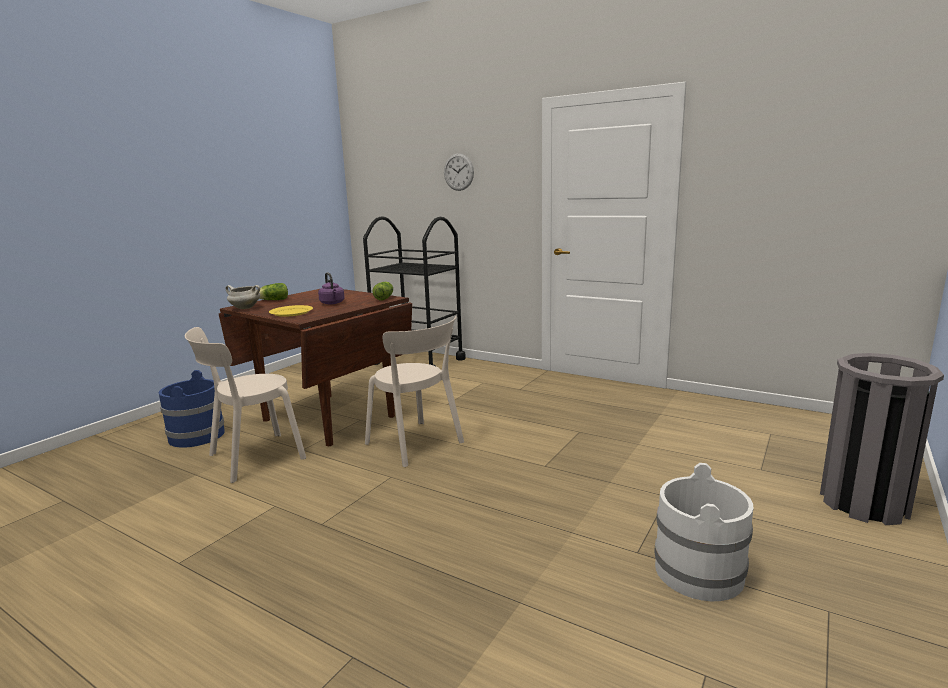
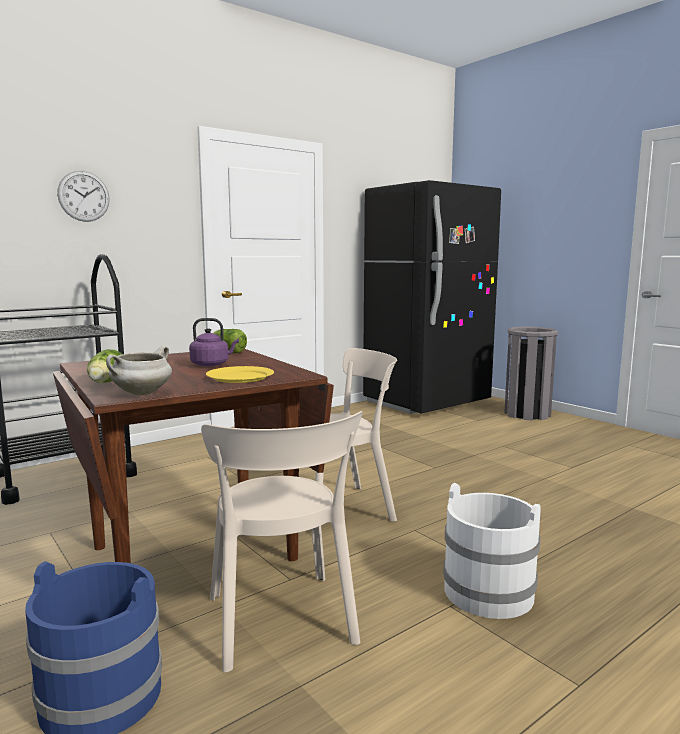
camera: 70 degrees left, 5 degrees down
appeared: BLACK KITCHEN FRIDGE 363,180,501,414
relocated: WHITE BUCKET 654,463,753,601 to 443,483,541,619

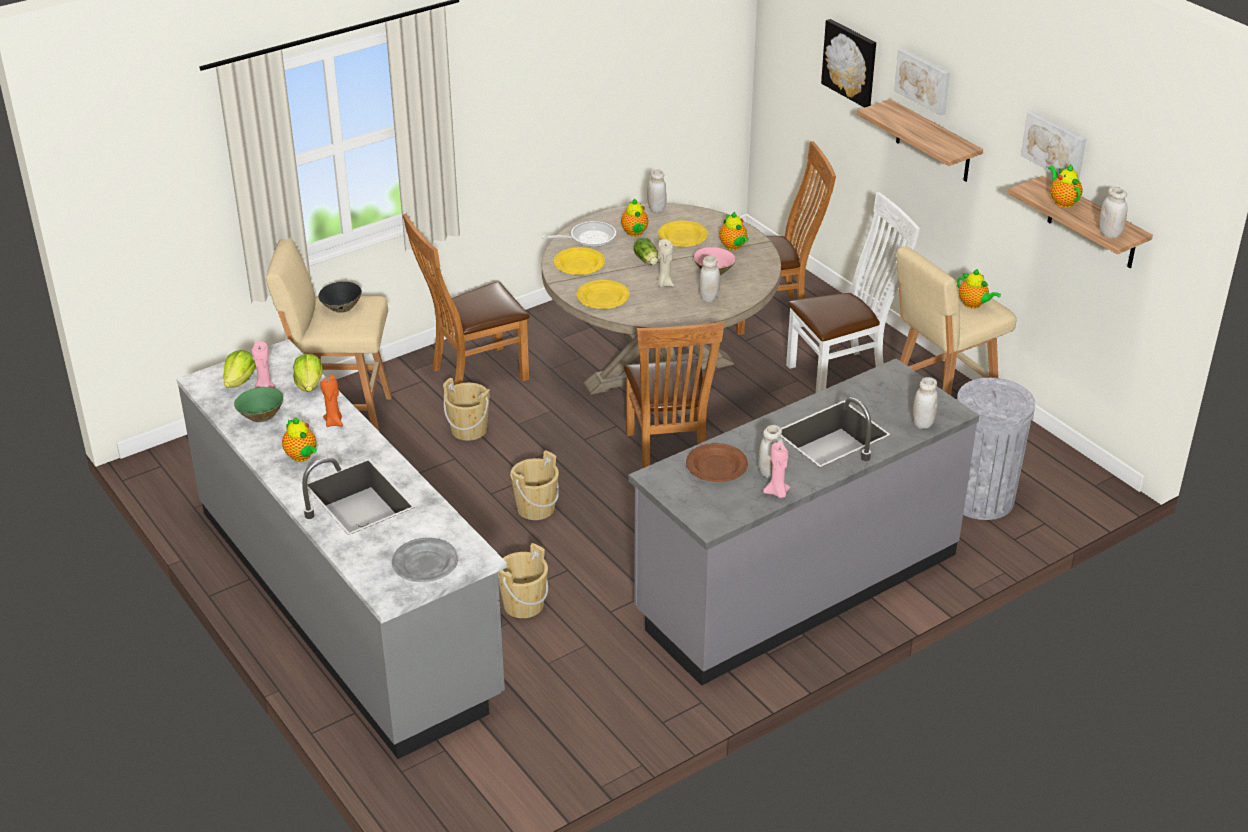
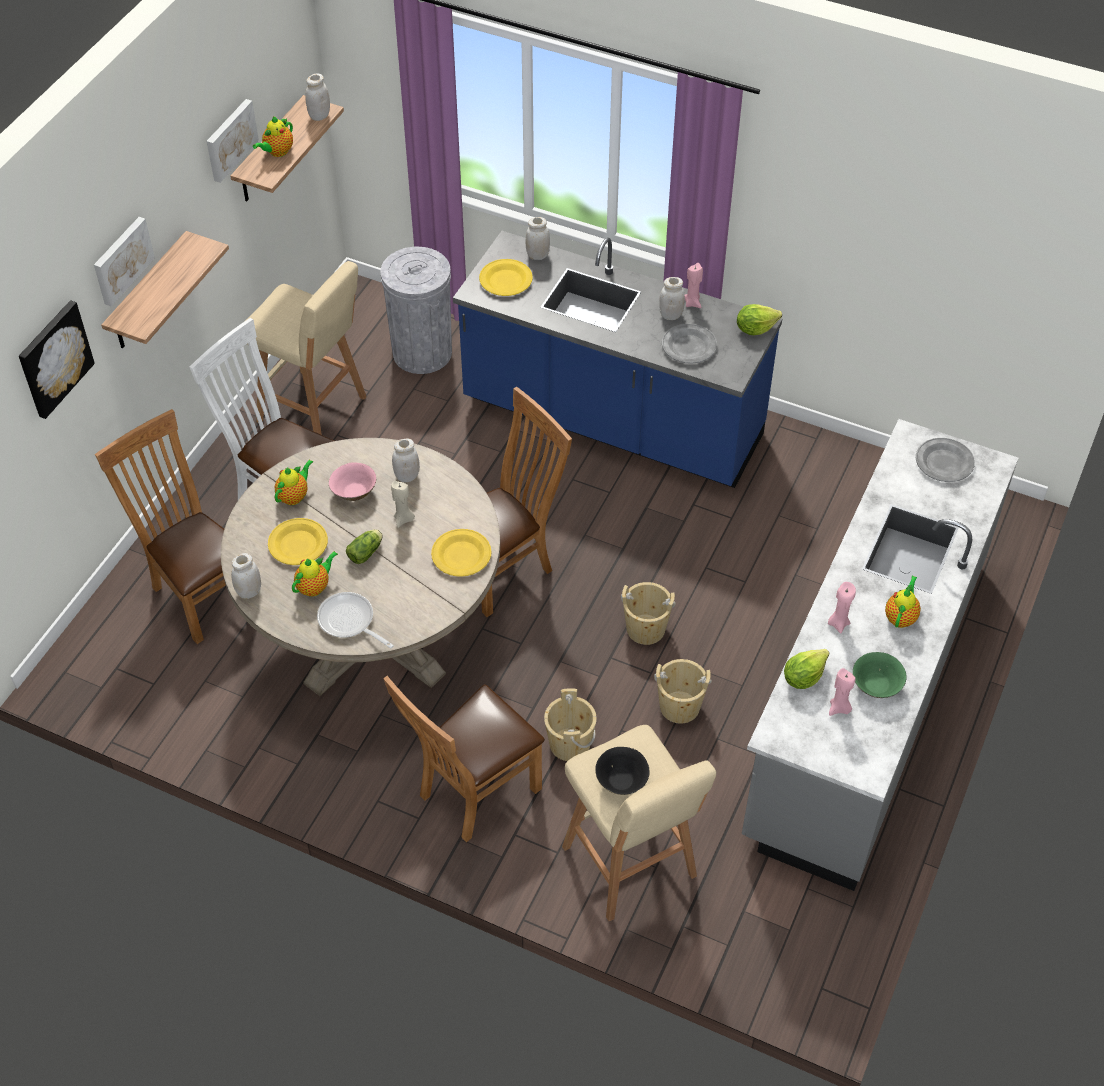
camera: 120 degrees left, 15 degrees up
missing: TEAPOT 957,269,1001,309
relocated: YELLOWISH FLAT DISH 554,247,605,275 to 479,259,533,296; LETTUCE HEAD 224,350,256,388 to 737,304,782,335; SAND-COLOURED BUCKET 498,543,548,618 to 654,659,712,724
colour: GRAY KITCHEN COUNTER 629,358,979,686 to BLUISH KITCHEN COUNTER 453,231,782,488; ORANGE-COLOURED CANDLE 320,375,343,427 to PINKISH CANDLE 828,582,856,633; BROWN-COLOURED FLAT DISH 686,443,748,482 to GRAY FLAT DISH 662,324,717,364
spun: BROWN-COLOURED CHAIR 403,214,530,385 = 383,676,545,842 105 degrees clockwise

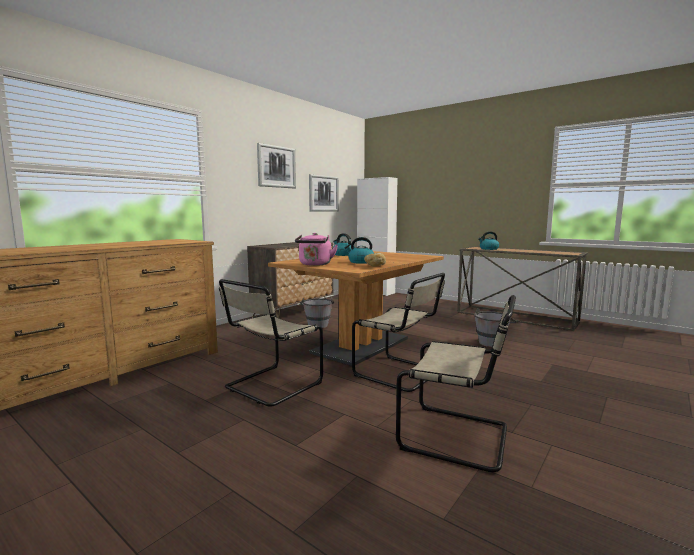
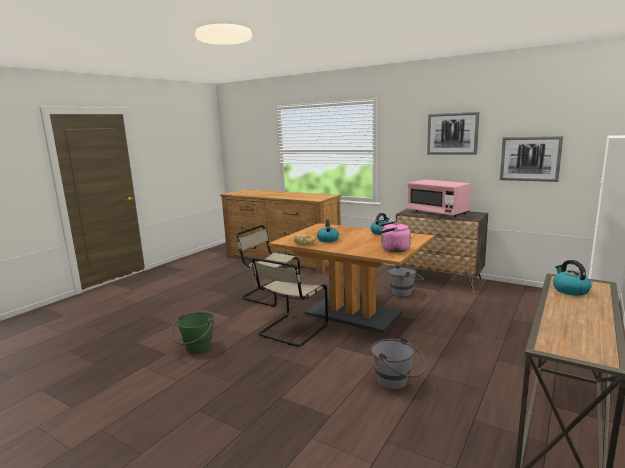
camera: 85 degrees right, 5 degrees up
appeared: PINKISH MICROWAVE OVEN 407,180,471,217
relocated: PINKISH KETTLE 295,233,338,266 to 379,221,411,252
exchanged: SAND-COLOURED CHAIR 396,295,516,472 to GREEN BUCKET 170,312,215,353

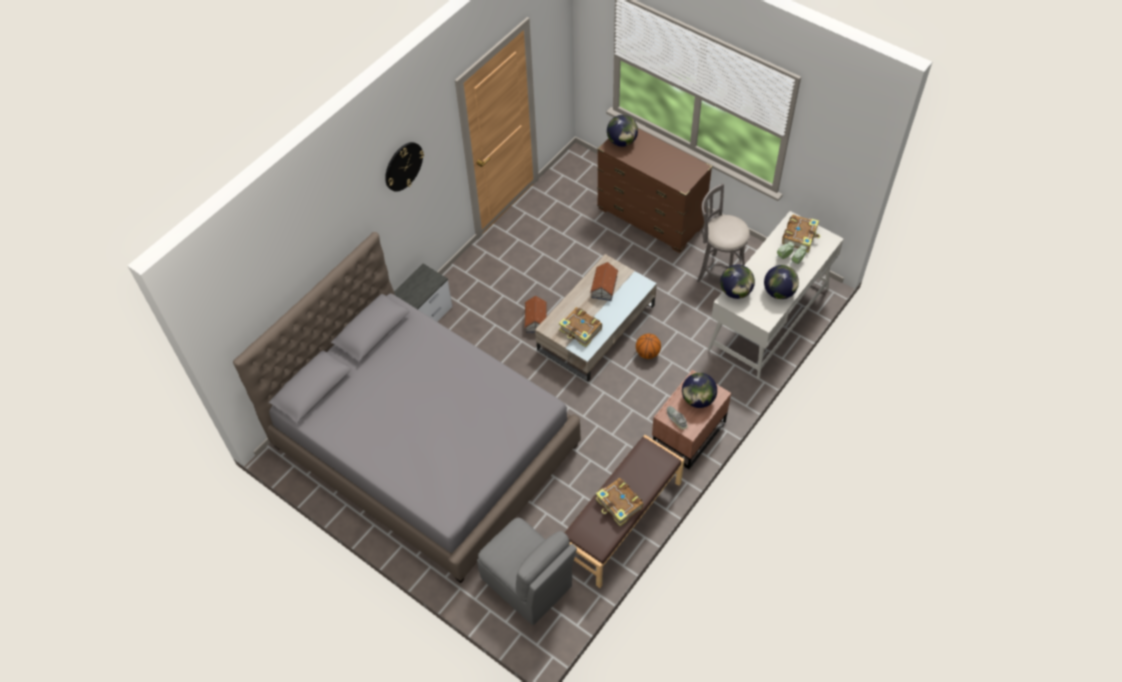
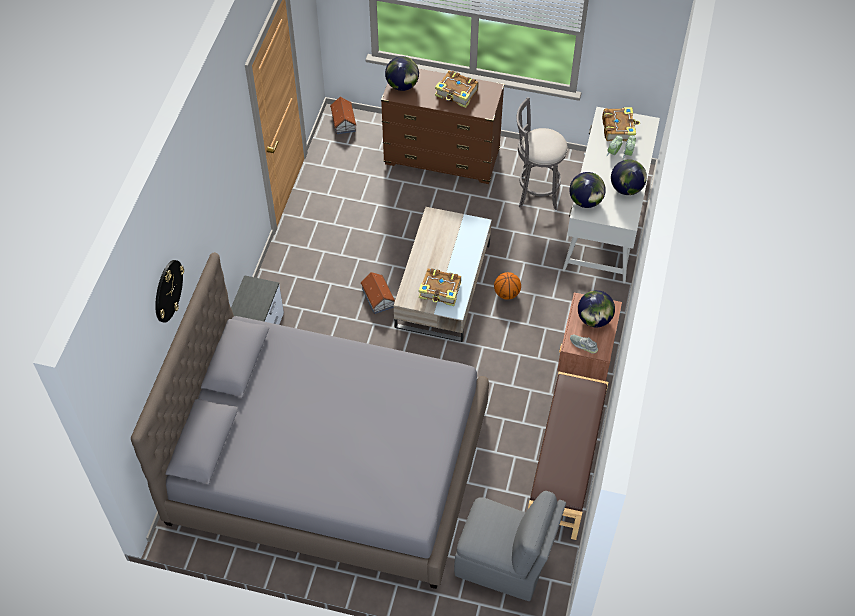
camera: 25 degrees left, 0 degrees up
relocated: CLOCK ON THE WALL 385,142,424,192 to 155,260,184,323; TOY HOUSE 590,262,618,301 to 330,97,357,134; BOOK 596,478,644,526 to 435,70,479,108

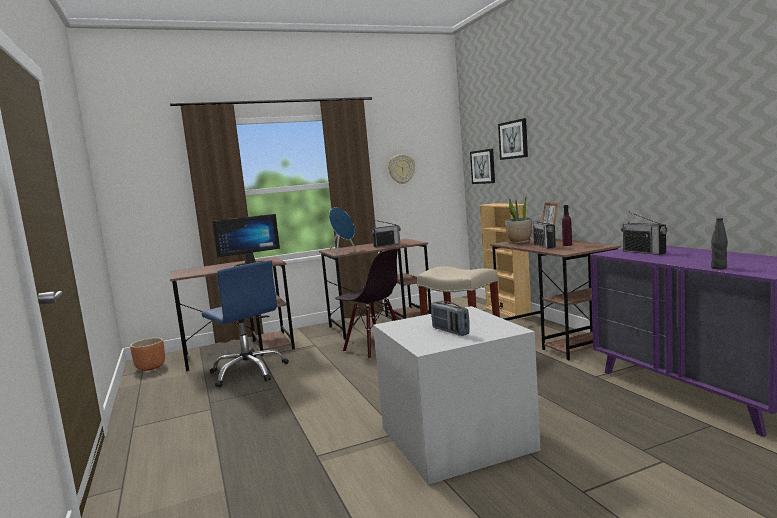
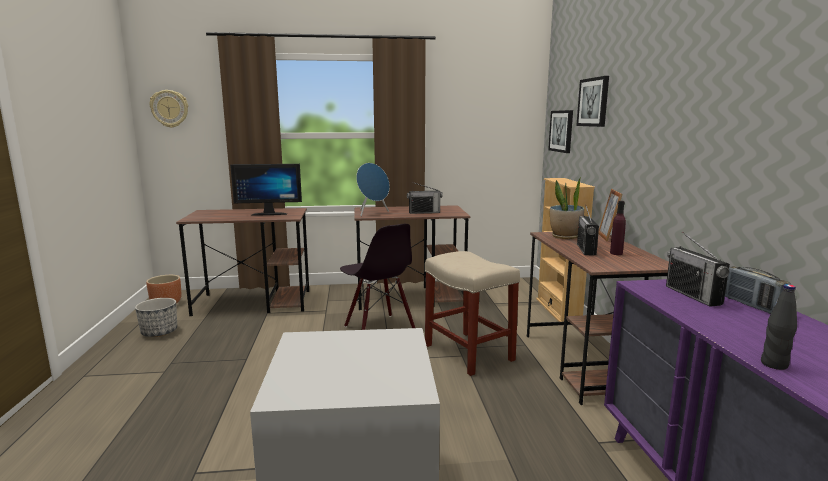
camera: 15 degrees right, 5 degrees up
missing: BLUISH COMPUTER CHAIR 202,260,289,387
appeared: PLANT POT 135,298,177,337
relocated: CLOCK ON THE WALL 388,154,415,184 to 150,90,188,128; RADIO 431,301,470,336 to 725,266,791,314

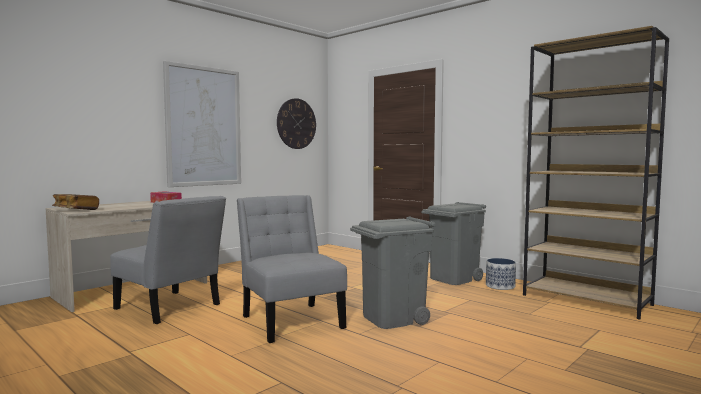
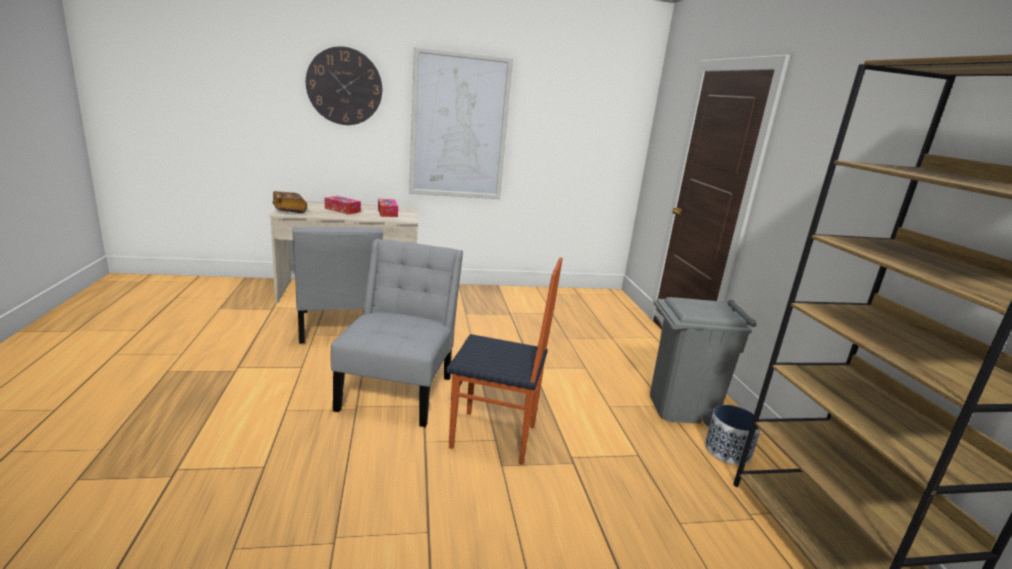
camera: 35 degrees right, 15 degrees up
appeared: TISSUE HOLDER 325,196,361,215
relocated: CLOCK ON THE WALL 277,98,316,149 to 306,46,382,125
exchanged: GRAY RUBBISH BIN 350,216,436,329 to CHAIR 446,258,563,465

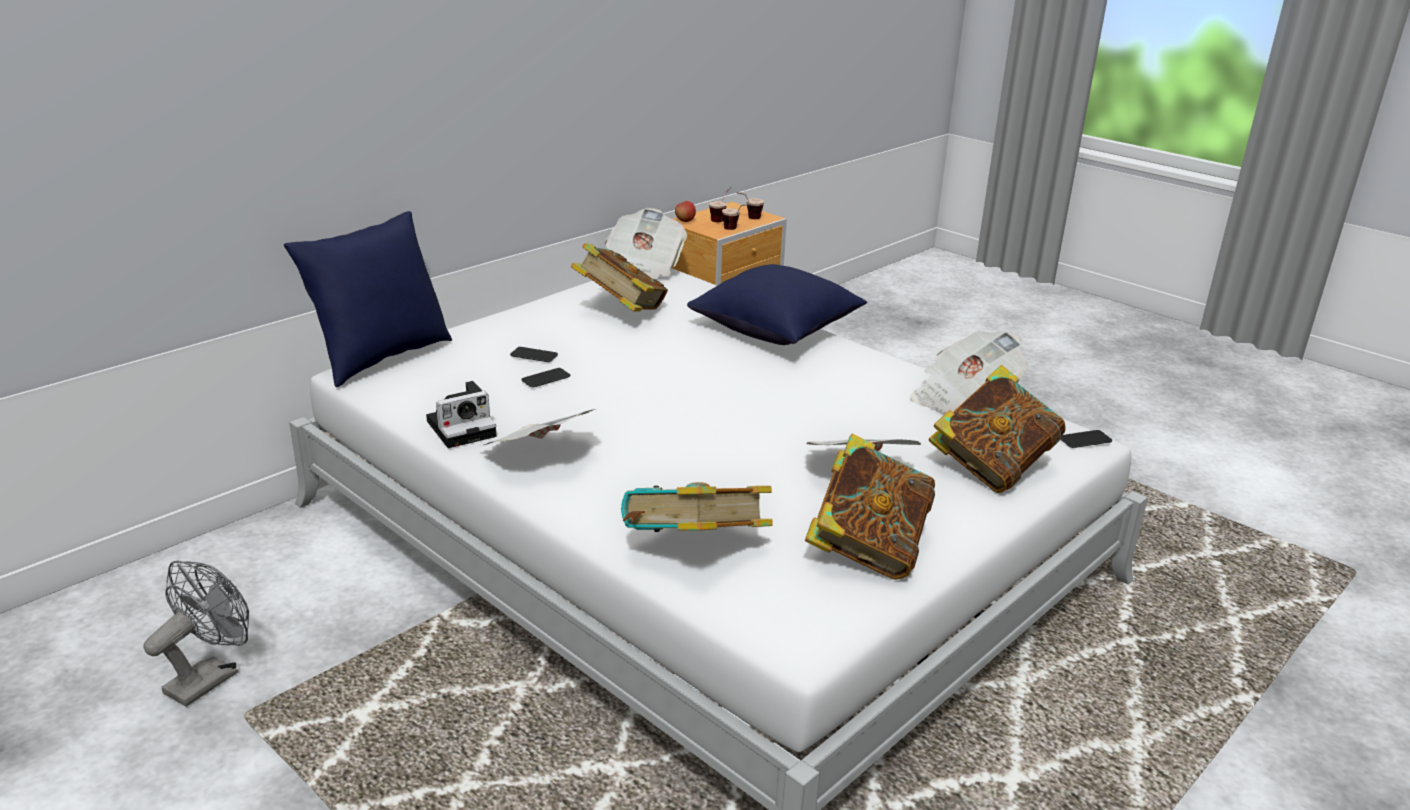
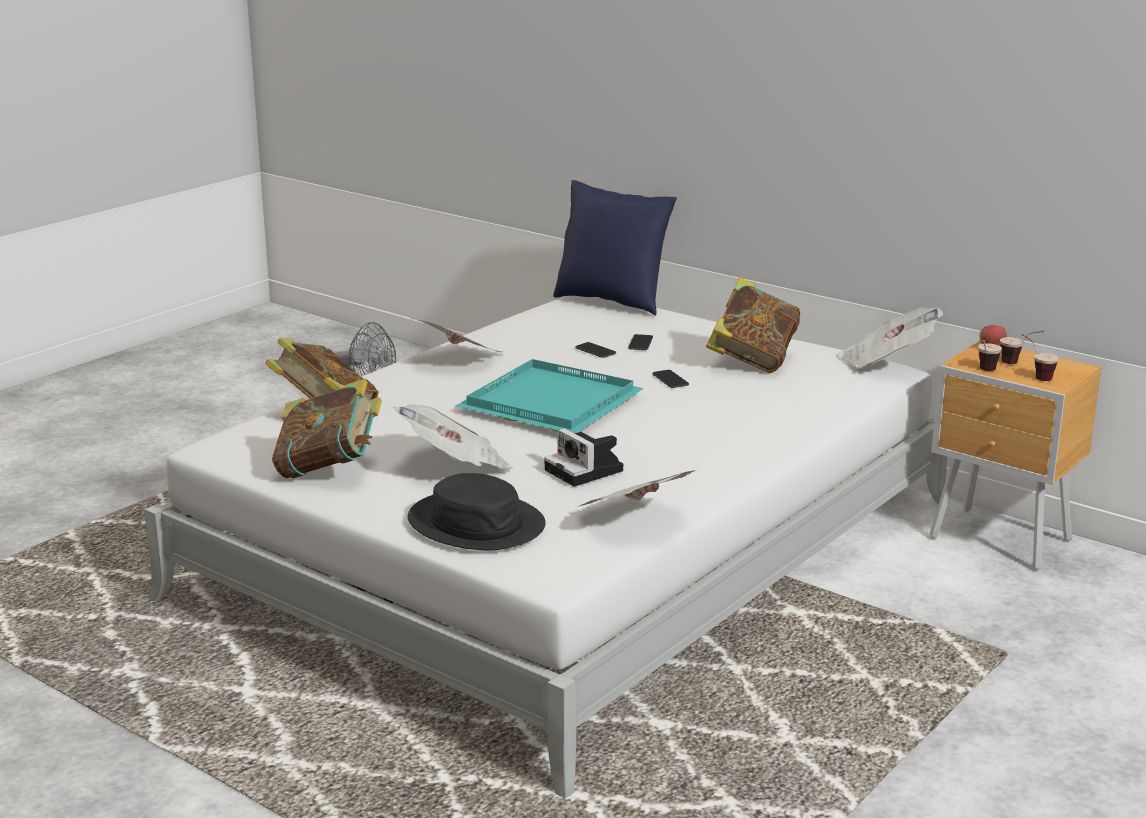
camera: 85 degrees right, 5 degrees down
missing: BLUISH CUSHION 687,264,867,345
appeared: TURQUOISE-COLOURED TRAY 456,359,644,433
relocated: PHOTO CAMERA 426,381,496,448 to 544,428,623,487; HANDSET 1060,430,1112,448 to 652,370,689,388
exchanged: BOOK 929,365,1066,493 to BLACK HAT 408,473,546,550

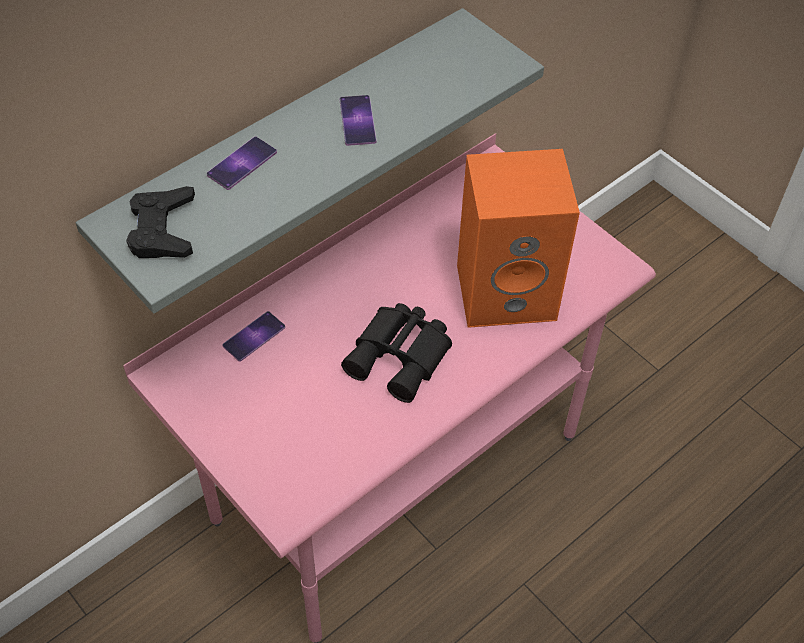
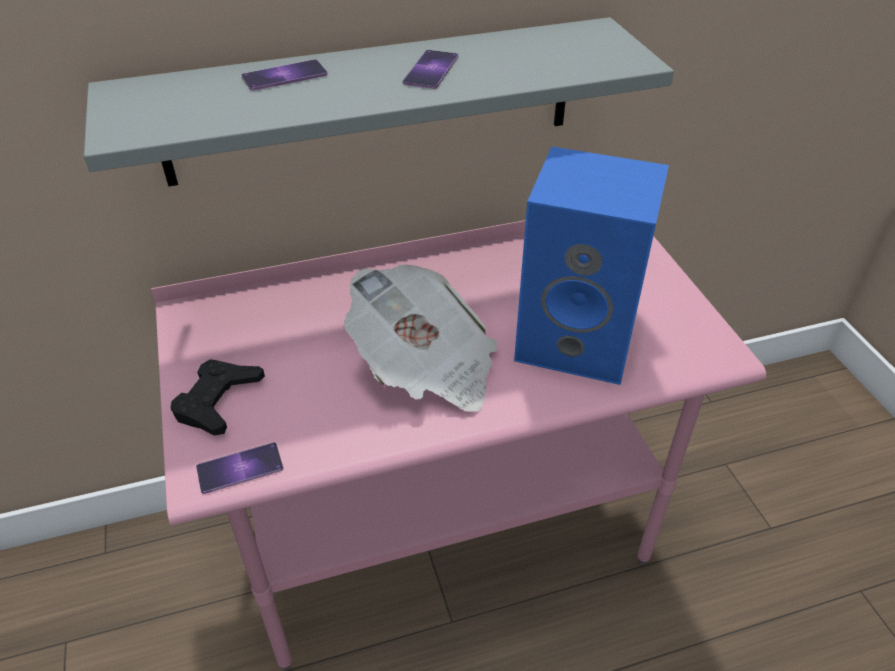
camera: 25 degrees right, 10 degrees down
relocated: BLACK GAME CONTROLLER 126,186,195,258 to 170,359,265,436; HANDSET 222,311,285,362 to 196,442,283,494
exchanged: BLACK PAIR OF BINOCULARS 341,303,452,403 to DAILY PAPER 344,264,497,412
colour: ORANGE-COLOURED LOUDSPEAKER 457,149,580,328 to BLUISH LOUDSPEAKER 514,147,669,385

